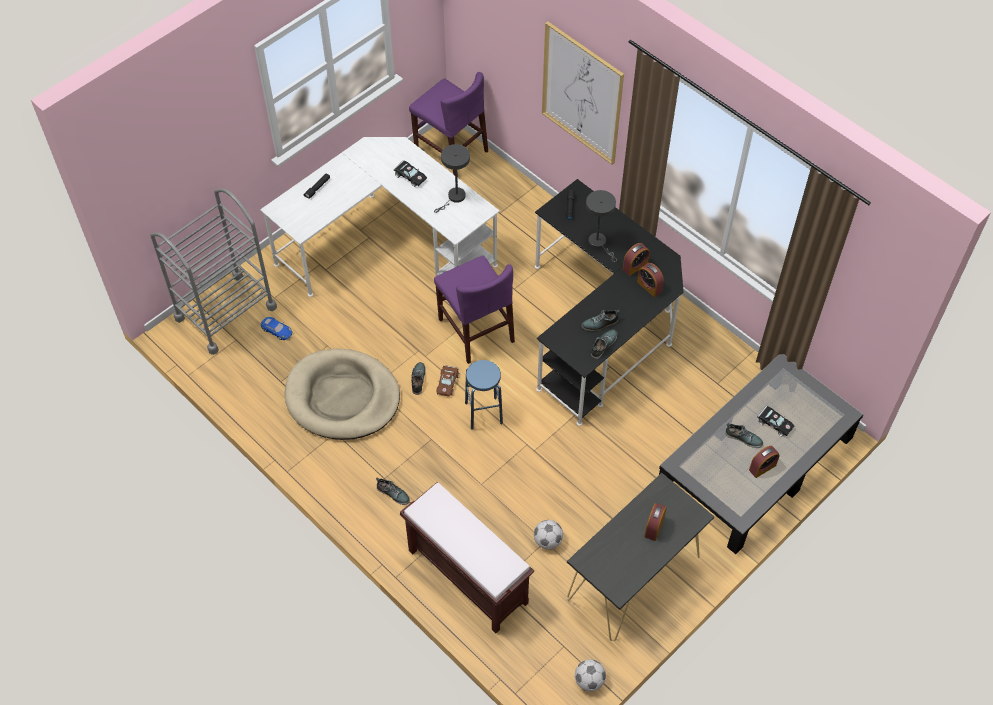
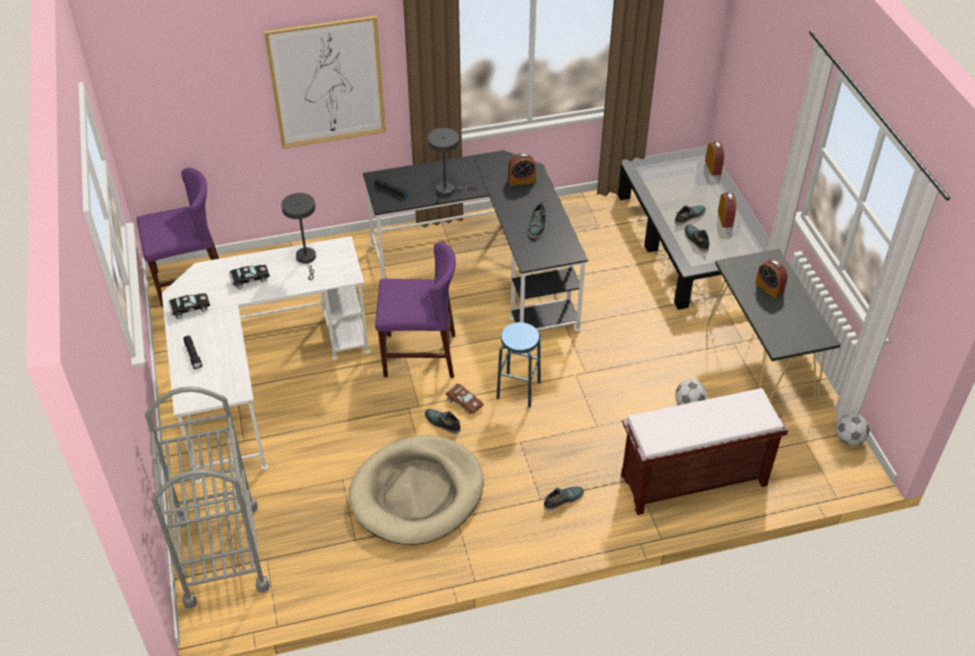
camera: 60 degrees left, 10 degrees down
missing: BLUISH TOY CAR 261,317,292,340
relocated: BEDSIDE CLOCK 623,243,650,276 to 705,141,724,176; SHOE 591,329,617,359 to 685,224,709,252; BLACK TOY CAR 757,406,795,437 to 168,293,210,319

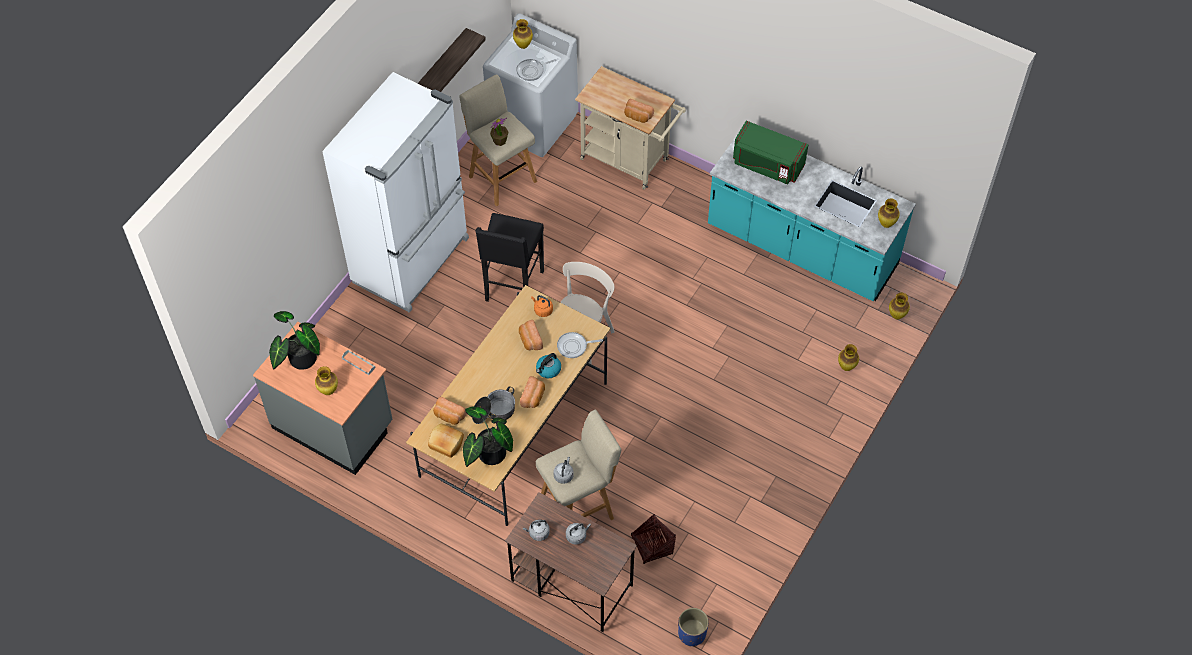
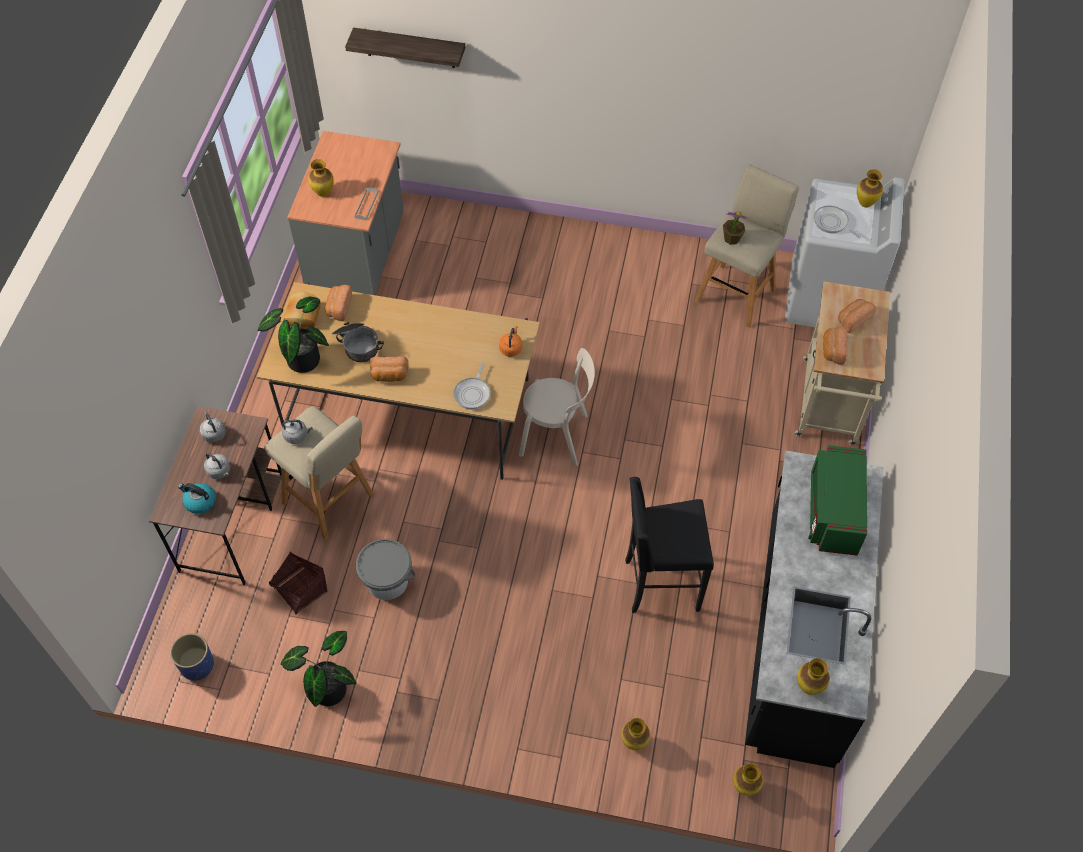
camera: 70 degrees right, 0 degrees up
missing: WHITE KITCHEN FRIDGE 322,72,469,313
appeared: GRAY BUCKET 356,539,416,600
relocated: WALL SHELF 418,28,486,92 to 345,27,465,68; BLACK STOOL 475,213,544,302 to 625,477,714,613; PLANT IN A POT 269,311,320,370 to 281,631,357,707; BREAD 519,320,543,350 to 838,299,876,333; KETTLE 536,353,561,378 to 178,483,216,514
colour: TURQUOISE-COLOURED KITCHEN COUNTER 708,134,916,301 to BLACK KITCHEN COUNTER 745,450,884,768
spun: PAN 557,332,603,358 = 453,362,490,409 135 degrees counterclockwise

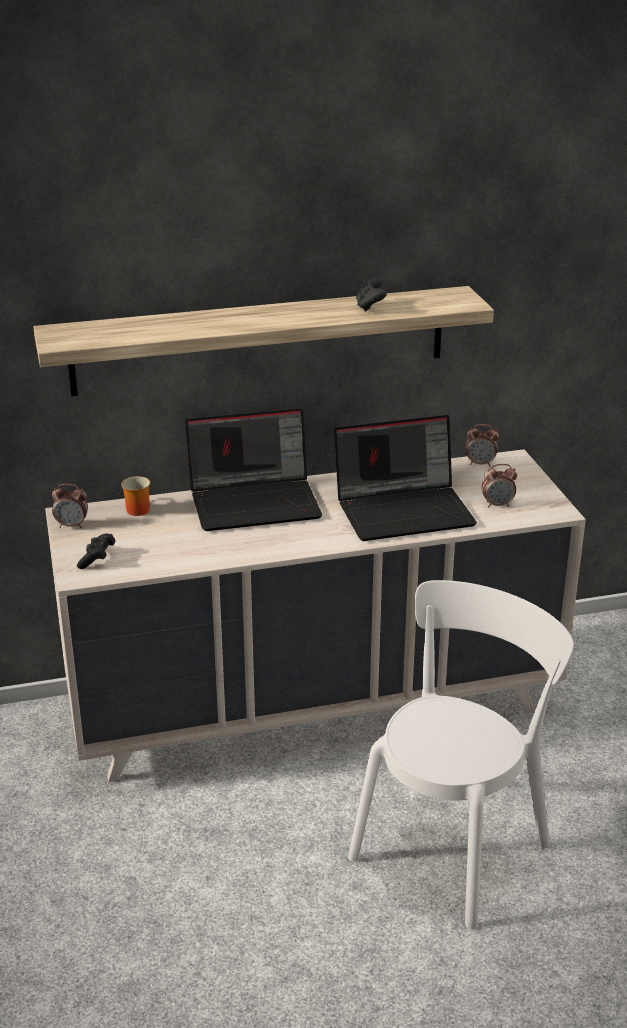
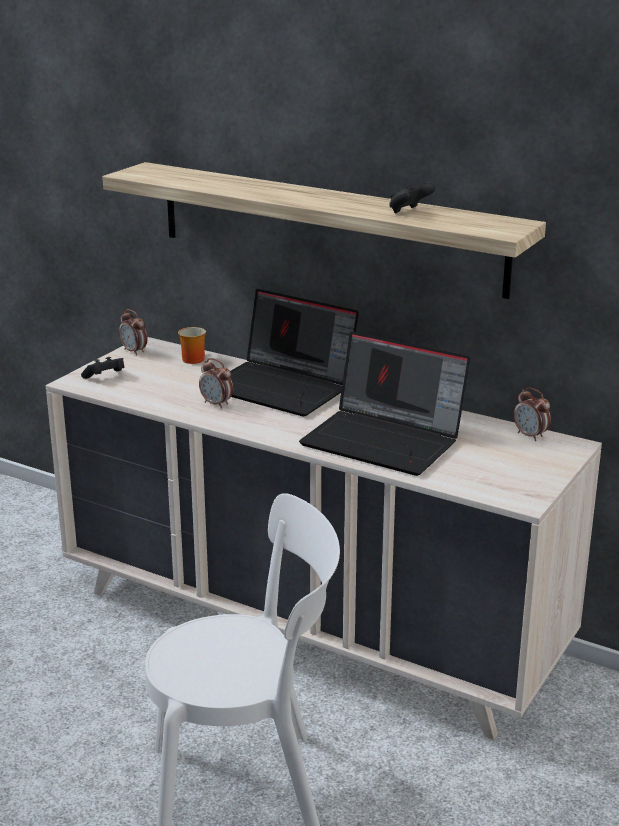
camera: 45 degrees right, 5 degrees down
relocated: BEDSIDE CLOCK 482,464,517,508 to 199,358,233,409

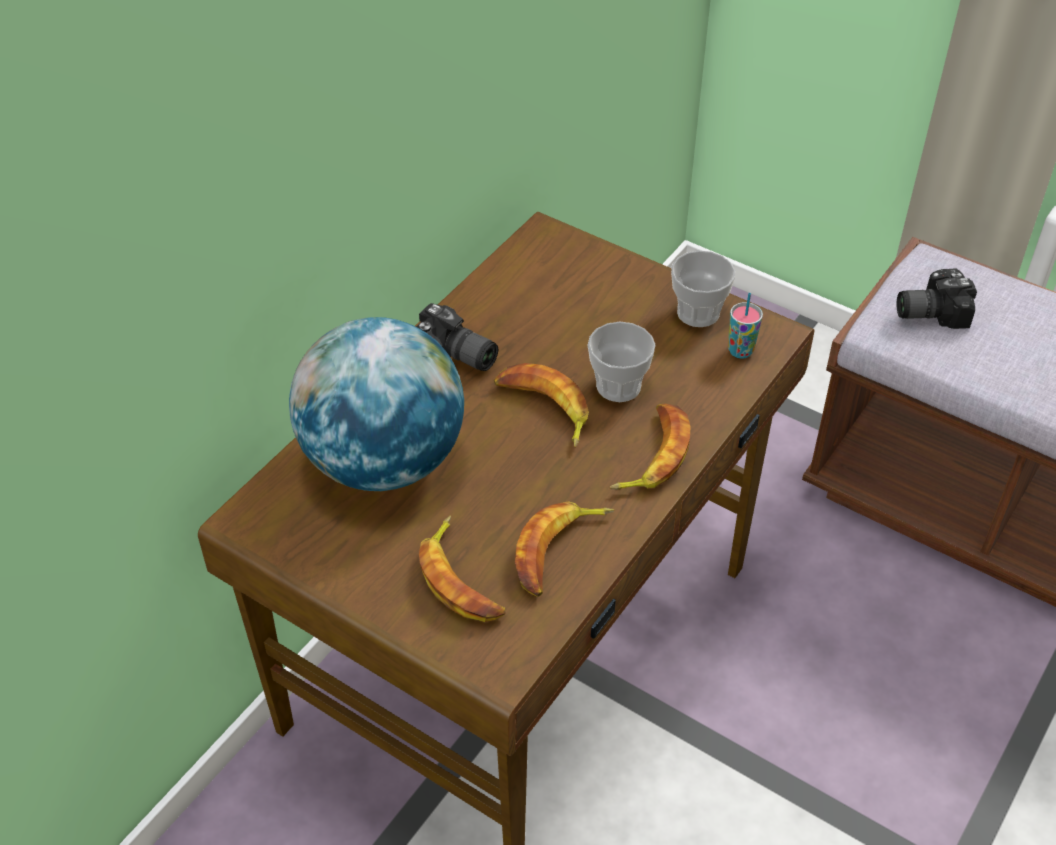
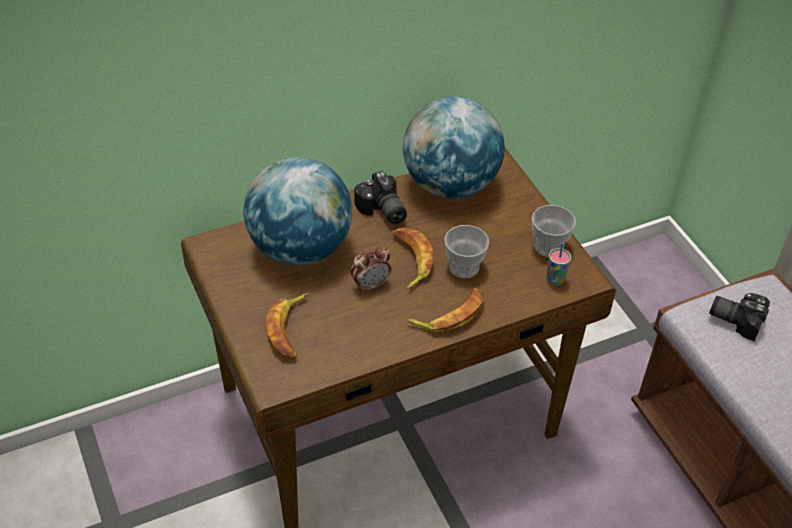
camera: 30 degrees right, 0 degrees up
missing: WHOLE BANANA 515,501,615,597
appeared: DESK GLOBE 403,96,505,199; BEDSIDE CLOCK 351,246,391,293

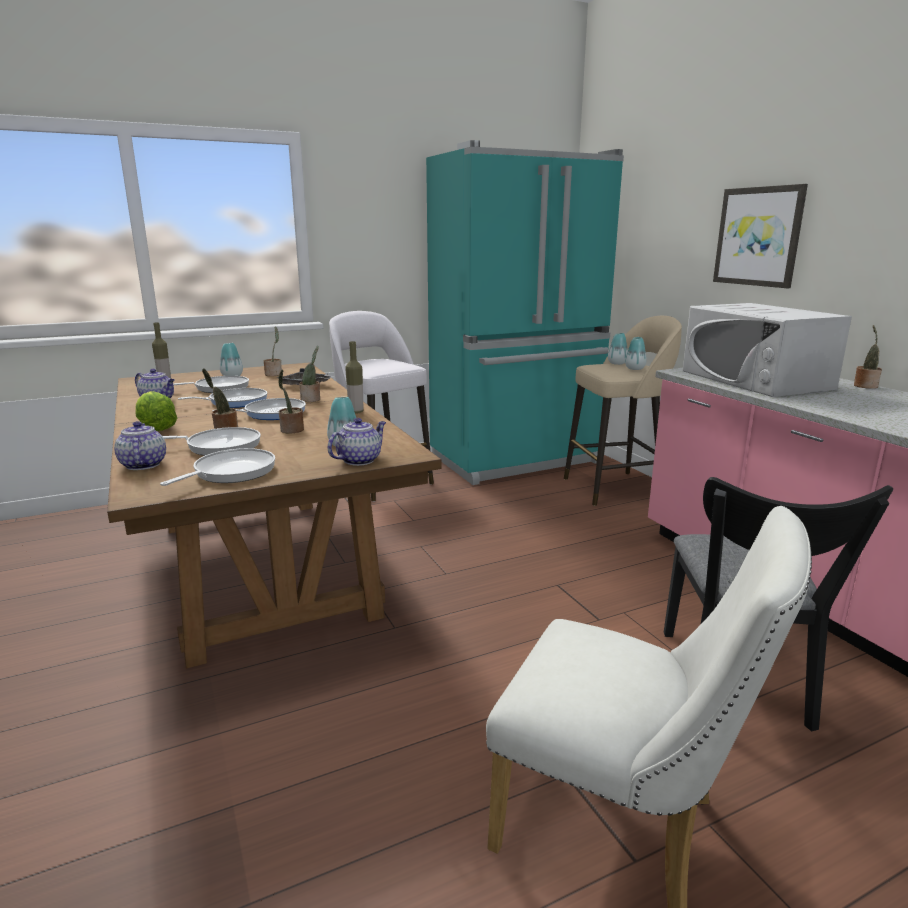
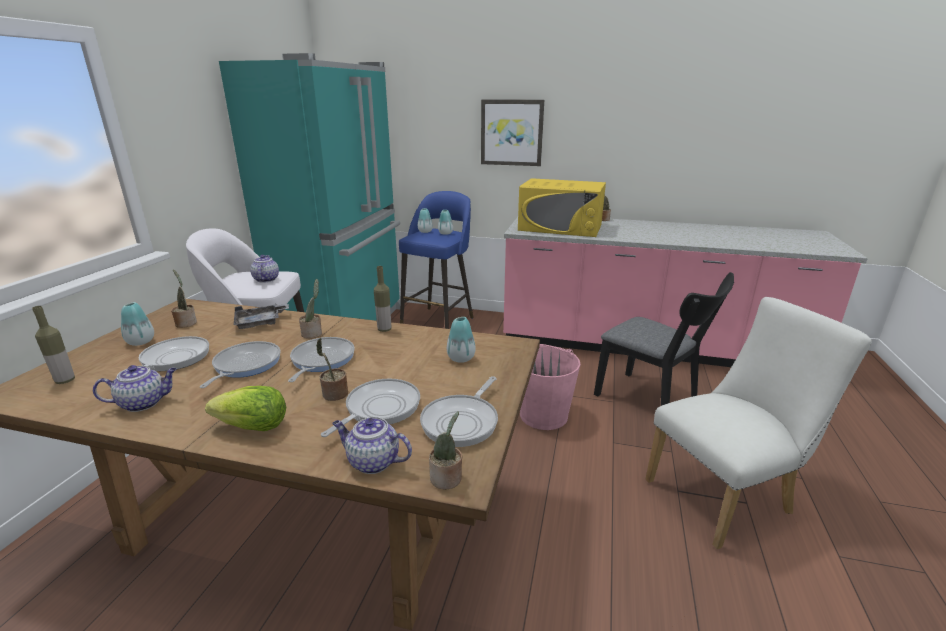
camera: 50 degrees left, 5 degrees up
appeared: PINKISH BUCKET 520,344,580,430
relocated: PLANT IN A POT 278,369,304,433 to 429,411,462,489; TEAPOT 328,418,386,466 to 250,255,279,283
colour: WHITE MICROWAVE OVEN 683,303,852,397 to YELLOWISH MICROWAVE OVEN 518,178,606,237; SAND-COLOURED STOOL 564,316,682,506 to BLUISH STOOL 399,191,474,329
spun: PAN 160,448,275,486 = 420,376,498,447 135 degrees counterclockwise

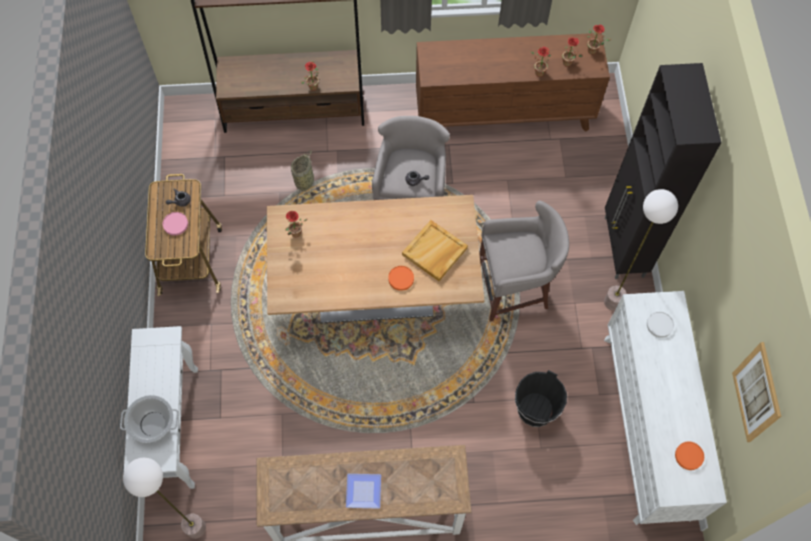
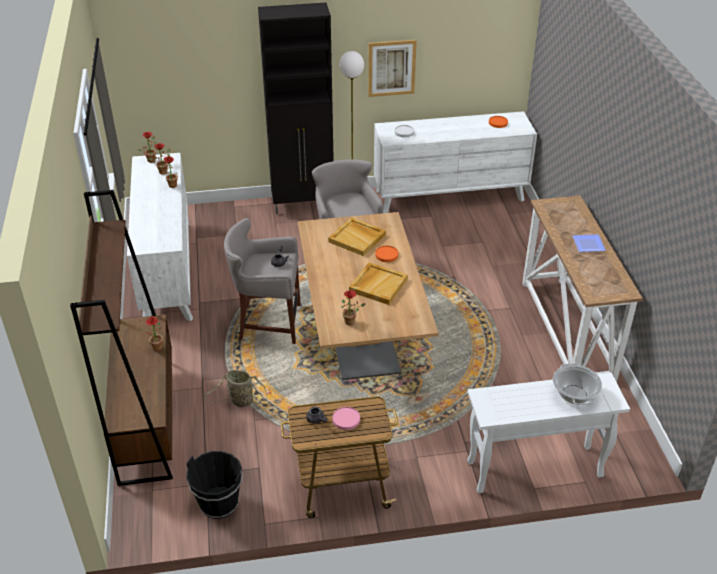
camera: 95 degrees left, 25 degrees down
missing: STANDARD LAMP 123,458,206,539
appeared: SAND-COLOURED TRAY 349,263,408,305
relocated: WALL ART 732,342,781,442 to 368,40,417,97; BLACK BUCKET 515,370,567,427 to 186,451,243,519
colour: BROWN-COLOURED DRAWER CHEST 416,33,610,132 to WHITE DRAWER CHEST 127,153,193,321

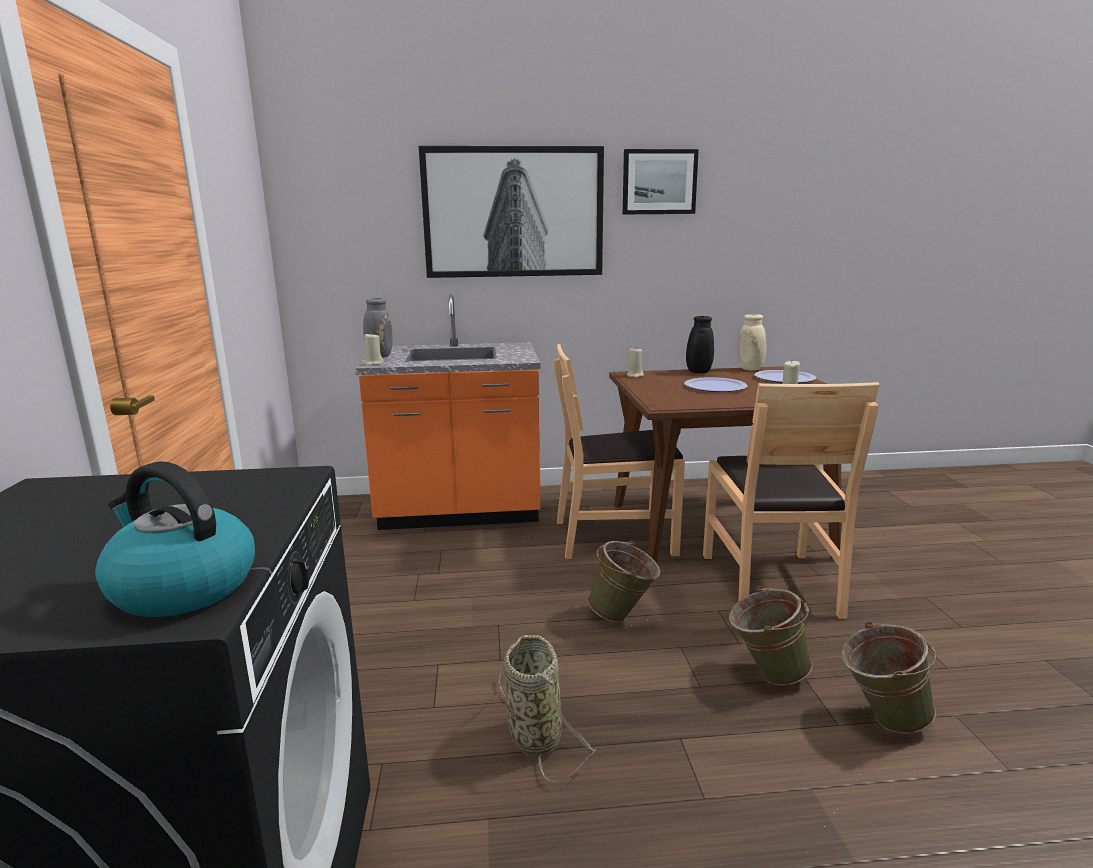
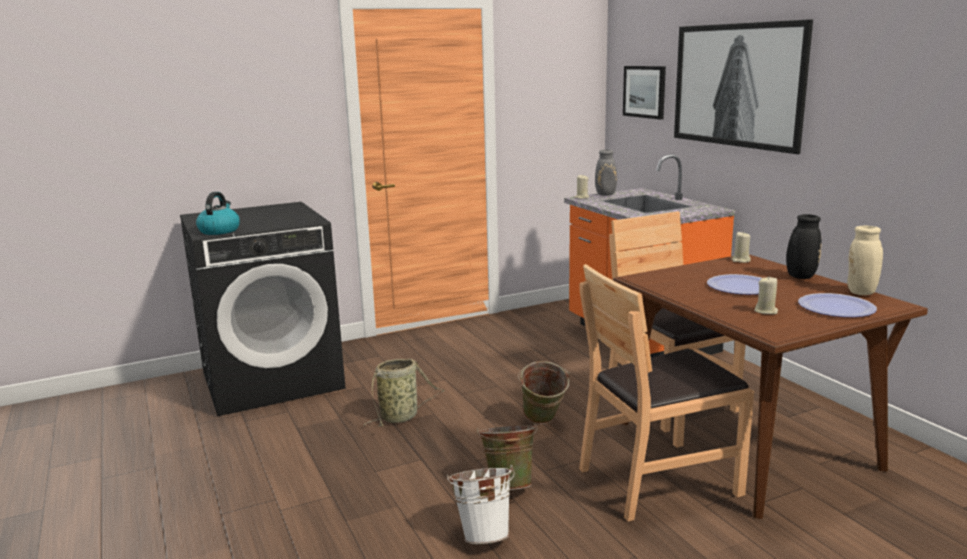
camera: 70 degrees right, 0 degrees up
relocated: WALL ART 623,149,699,214 to 623,66,666,120
colour: GREEN BUCKET 841,622,936,734 to WHITE BUCKET 447,465,515,544

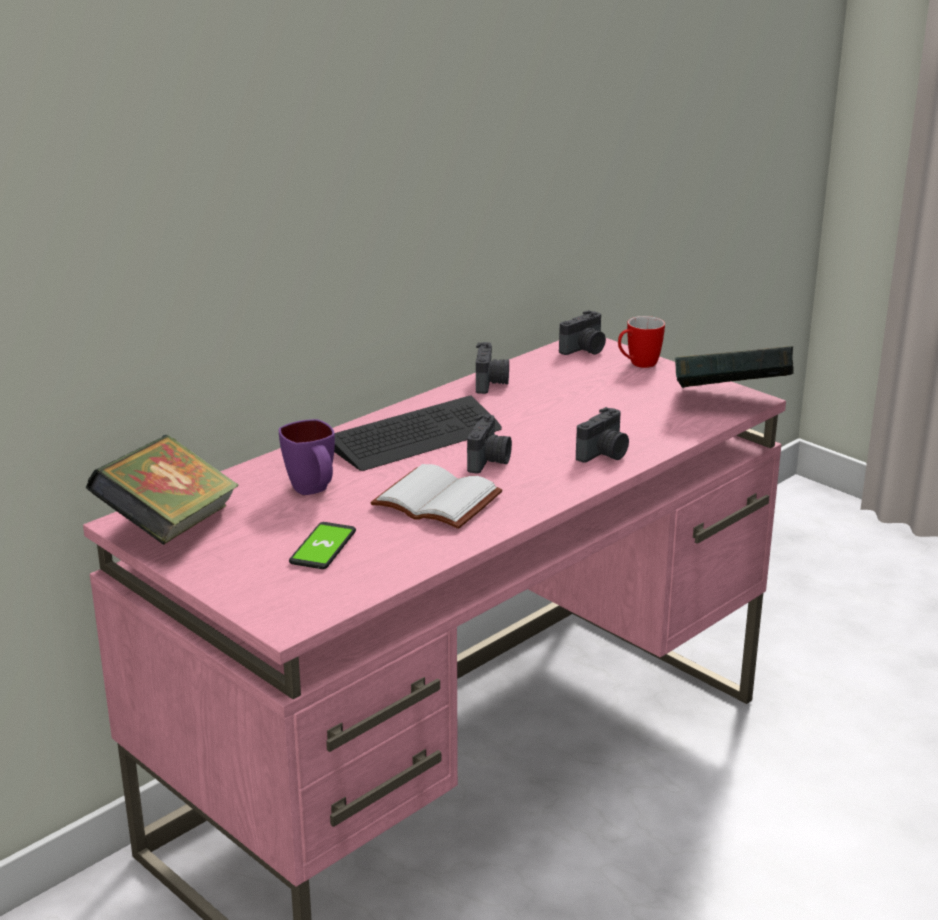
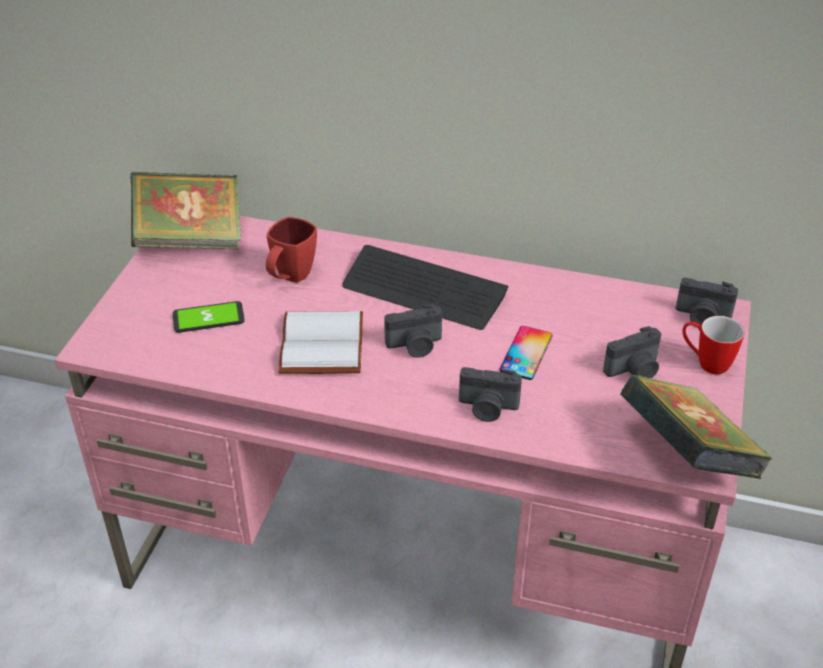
camera: 60 degrees right, 15 degrees up
appeared: HANDSET 500,326,552,380
relocated: PHOTO CAMERA 476,342,509,394 to 603,326,661,379
colour: PURPLE-COLOURED TEA MUG 279,419,335,495 to RED TEA MUG 266,217,317,283

